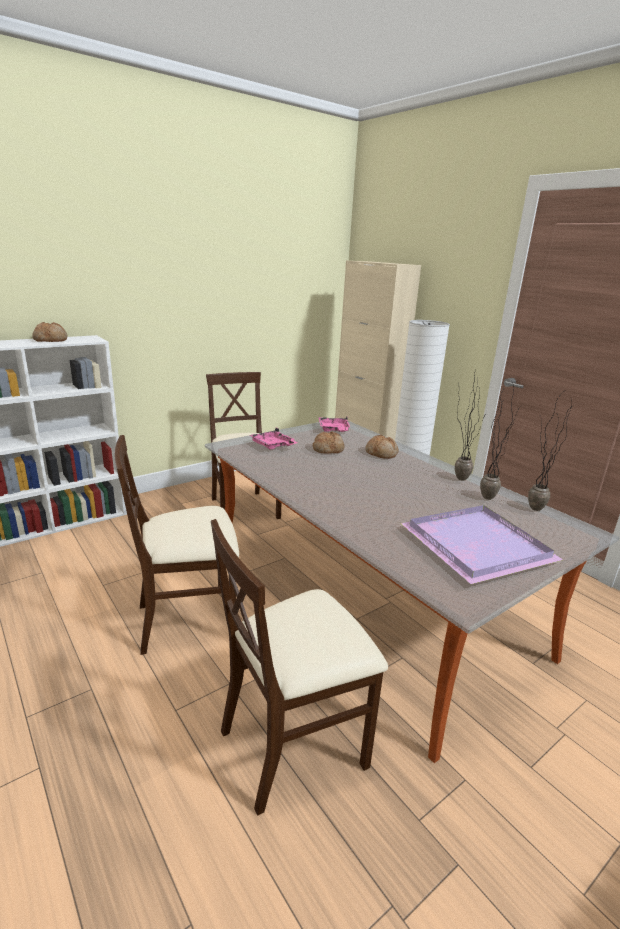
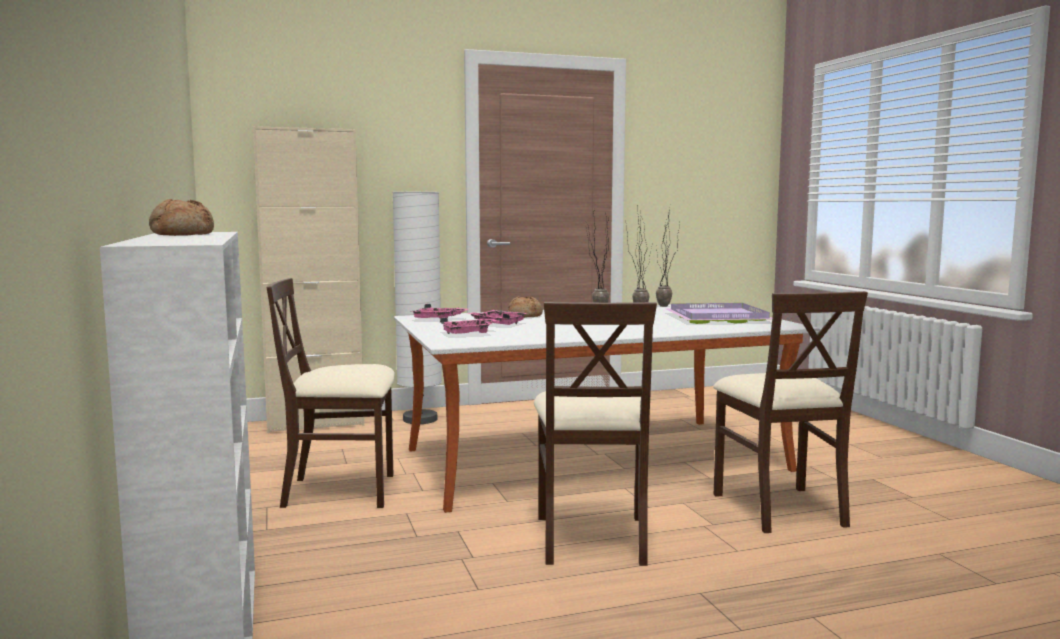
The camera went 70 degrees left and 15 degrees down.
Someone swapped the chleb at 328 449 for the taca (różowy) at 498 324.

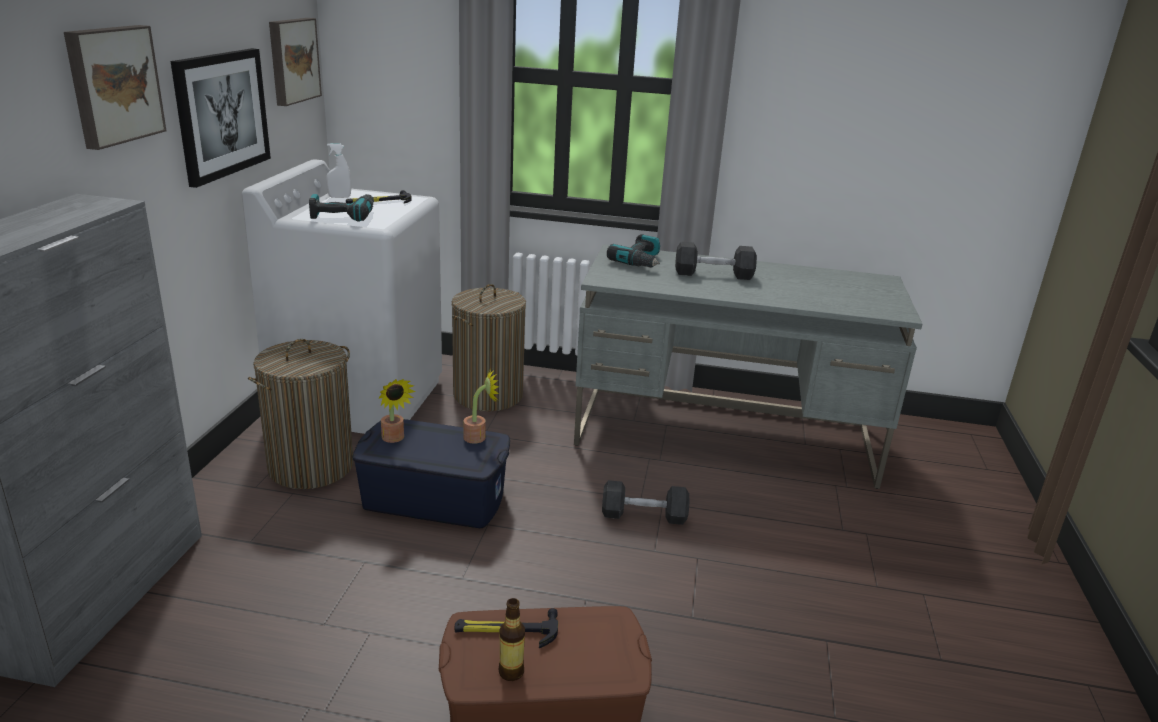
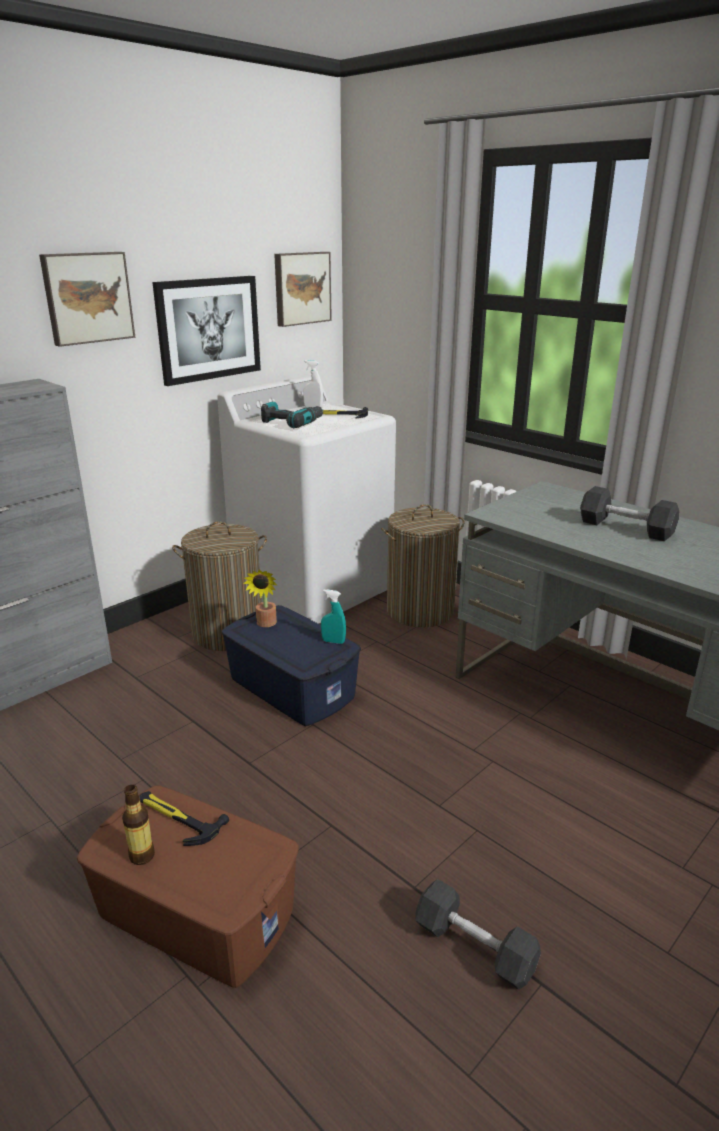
The camera went 35 degrees right and 0 degrees up.
Someone took away the wiertarka at 640 261.
Someone swapped the roślina doniczkowa at 479 437 for the spryskiwacz (turkusowy) at 333 641.
Someone carried the hantel (szary) from 644 515 to 474 947.

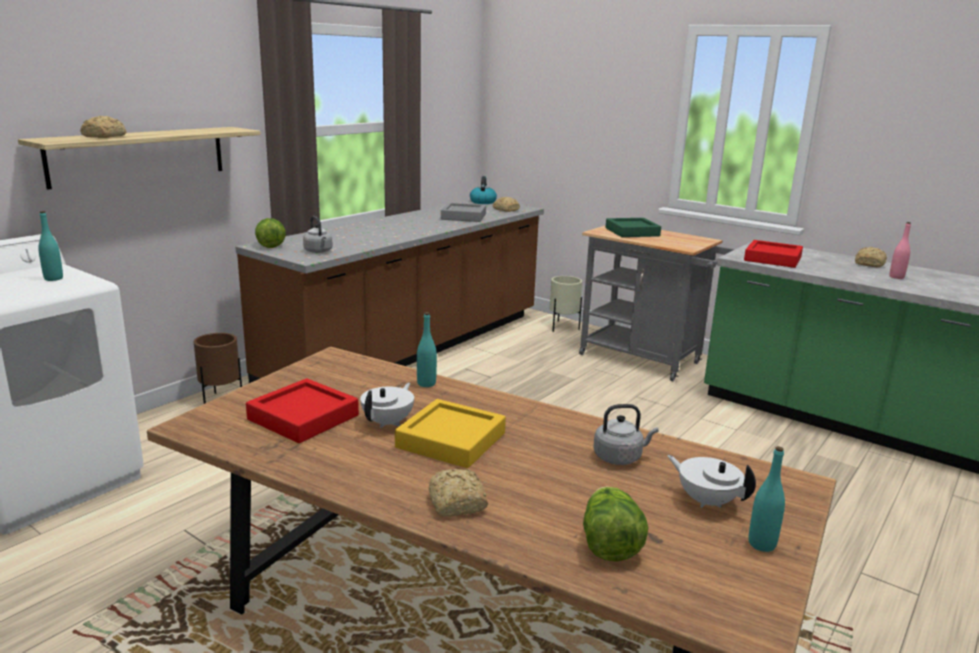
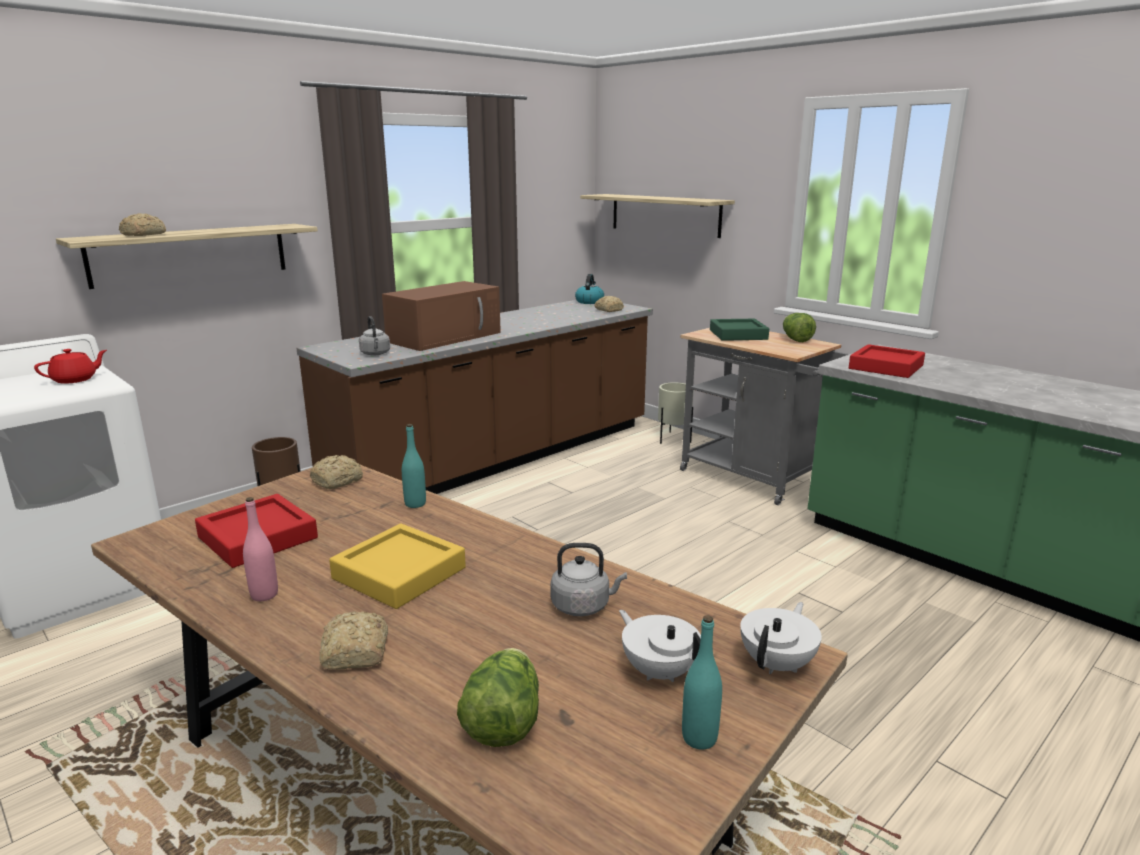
The camera went 10 degrees right and 0 degrees up.
Someone took away the taca (szary) at 463 217.
Someone swapped the butelka (turkusowy) at 53 278 for the imbryk (czerwony) at 75 380.
Someone carried the sałata from 270 245 to 795 339.
Someone carried the butelka (różowy) from 896 277 to 264 595.
Someone carried the chleb from 870 264 to 338 481.
Someone carried the imbryk (biały) from 388 422 to 778 664.
Someone put up the półka at 664 215.
Someone put down the mikrofalówka (brązowy) at 445 337.

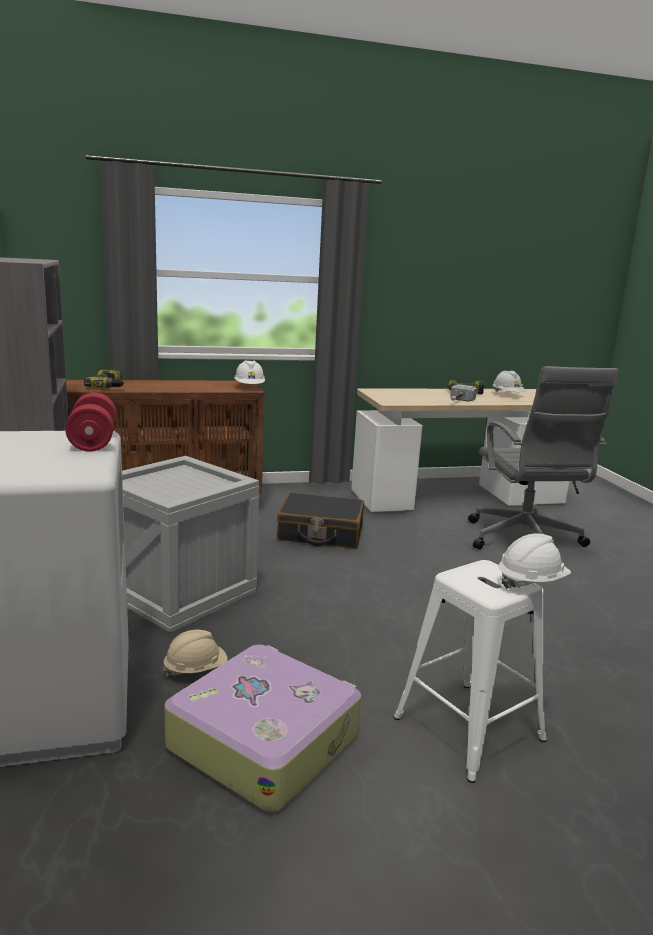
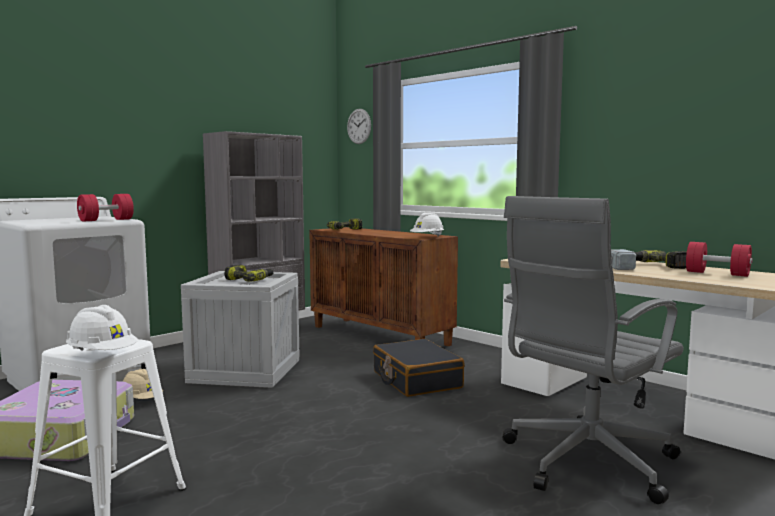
The camera went 60 degrees right and 10 degrees down.
Someone swapped the kask (biały) at 507 395 for the hantel (czerwony) at 717 273.
Someone put up the zegar ścienny at 359 126.
Someone put down the wiertarka at 249 280.

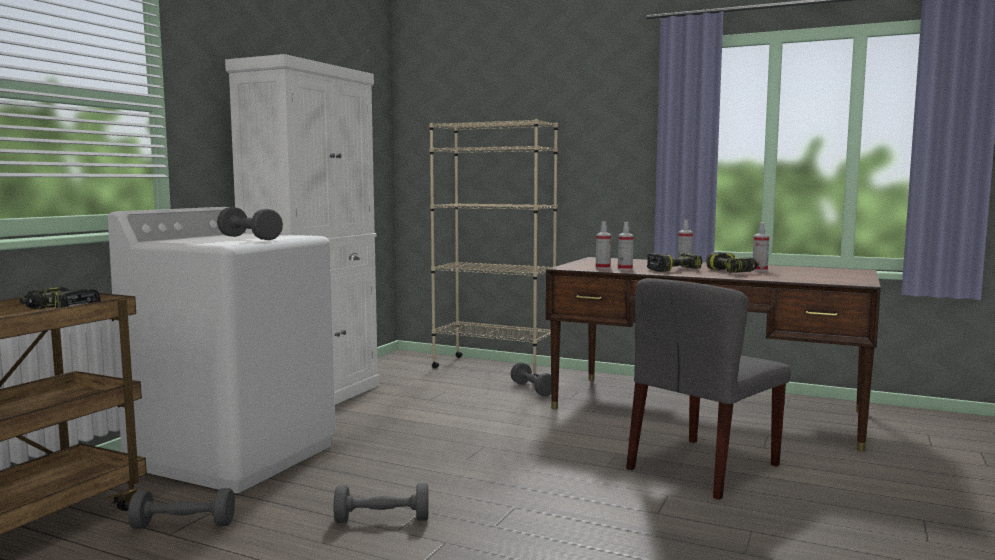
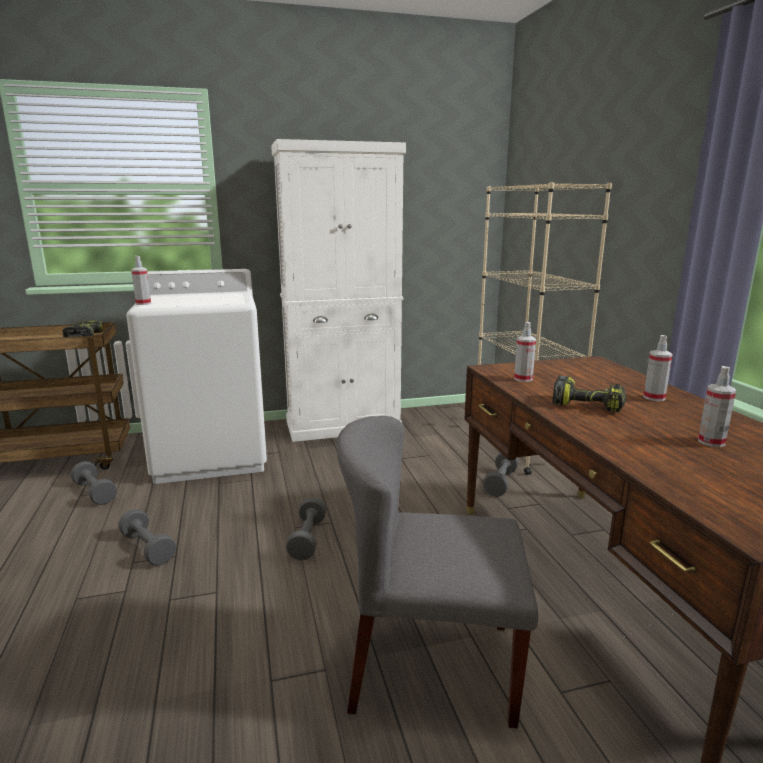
The camera went 50 degrees right and 10 degrees up.
Someone carried the hantel (szary) from 249 238 to 307 539.
Someone carried the spryskiwacz from 625 269 to 143 303.
Someone took away the wiertarka at 732 271.

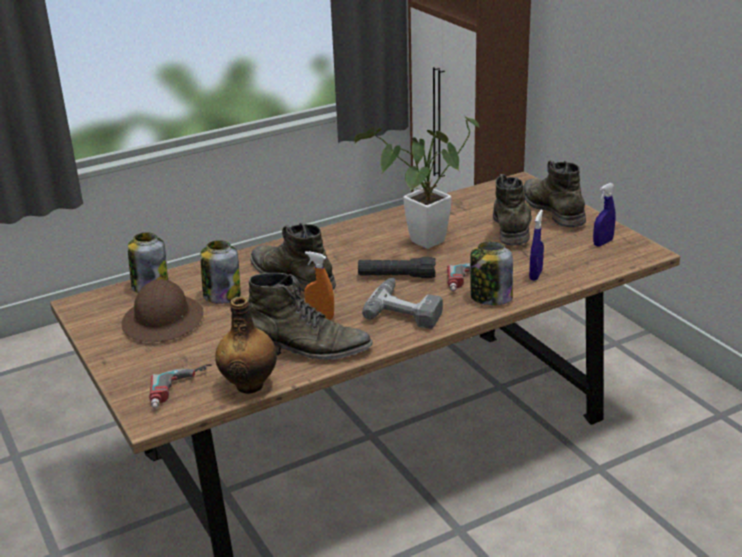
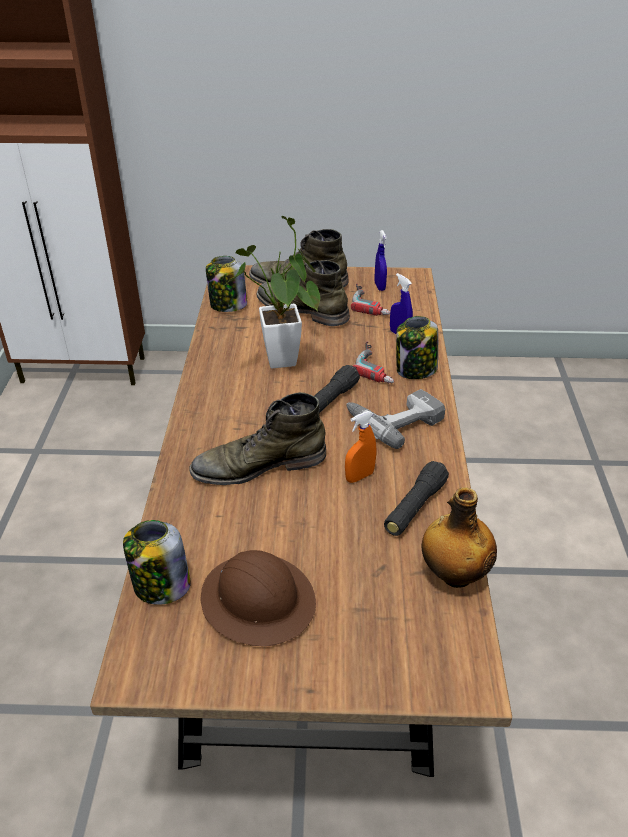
The camera went 60 degrees left and 10 degrees up.
Someone carried the słoik from 222 295 to 227 305.
Someone swapped the but z cholewką (zielony) at 308 348 for the latarka (czarny) at 415 507.
Someone carried the wiertarka from 182 391 to 372 303.

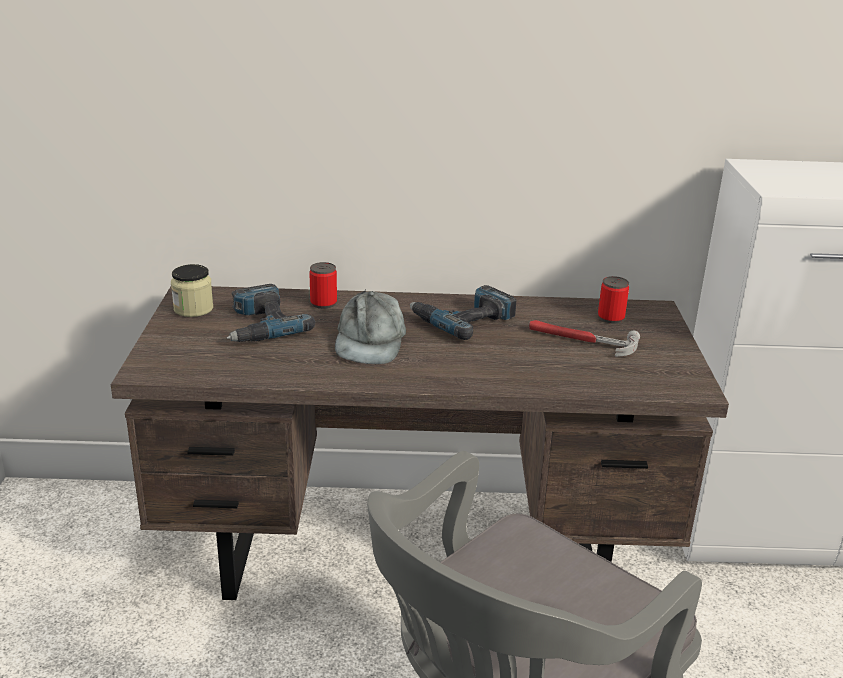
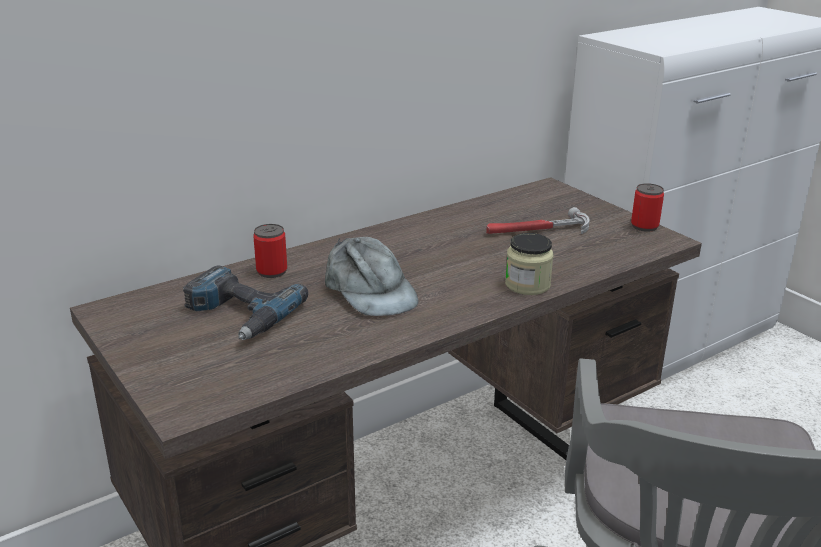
The camera went 35 degrees left and 0 degrees up.
Someone carried the słoik from 193 309 to 527 285.
Someone carried the puszka from 611 318 to 644 226.
Someone took away the wiertarka at 463 319.

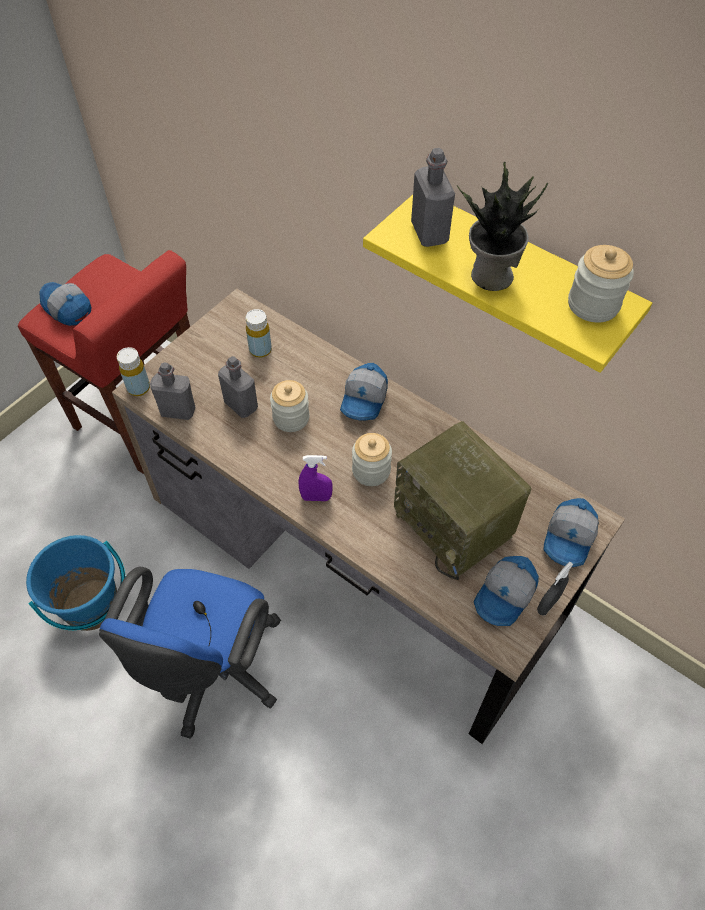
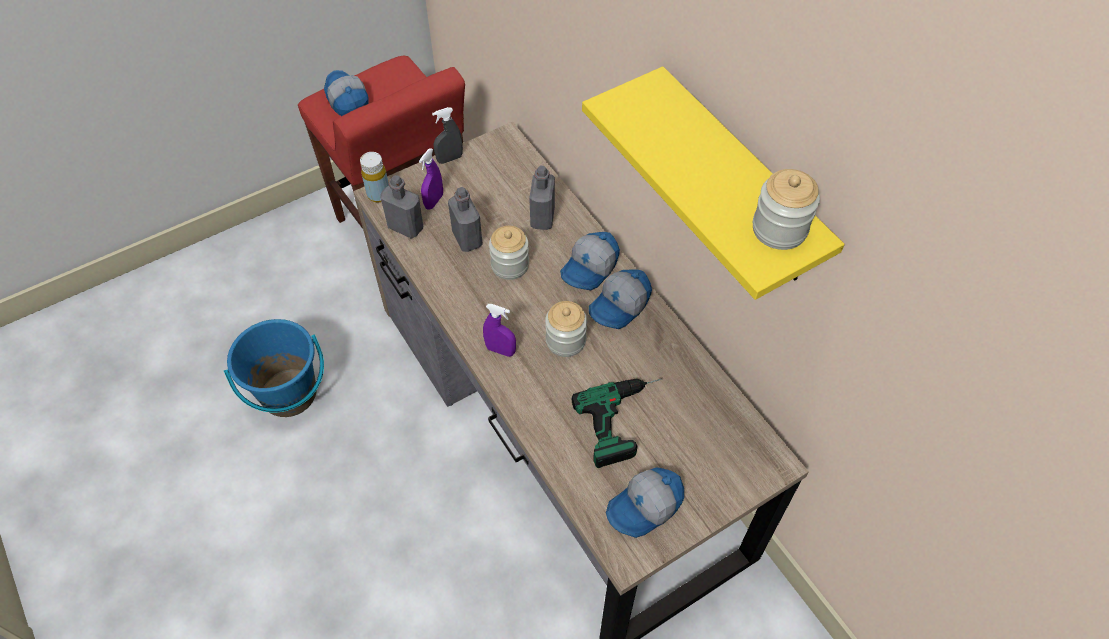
The camera went 20 degrees right and 0 degrees up.
Someone carried the butelka (szary) from 429 233 to 542 218.
Someone took away the roślina doniczkowa at 490 276.
Someone took away the butelka (żółty) at 260 350.
Someone swapped the radio at 455 525 for the wiertarka at 626 420.
Someone carried the czapka z daszkiem from 570 539 to 620 306.
Someone carried the spryskiwacz (szary) from 548 604 to 449 159.
Someone took away the krzesło biurowe (niebieski) at 212 672.
Someone put down the spryskiwacz (fioletowy) at 434 201.

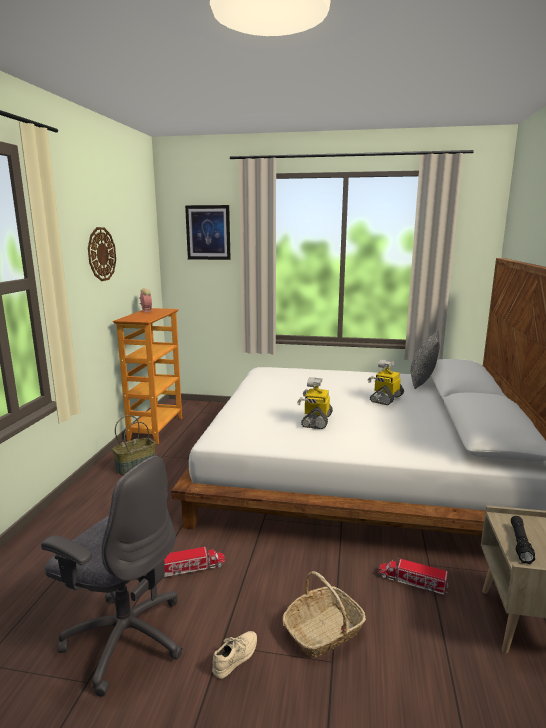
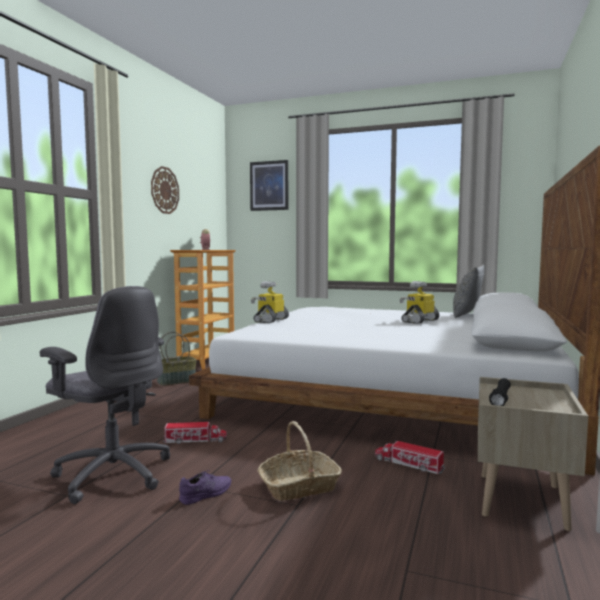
The camera went 10 degrees right and 10 degrees down.
Someone carried the robot zabawkowy from 316 420 to 270 320.
Someone repainted the but (beżowy) at 236 657, which became the but (fioletowy) at 206 494.

